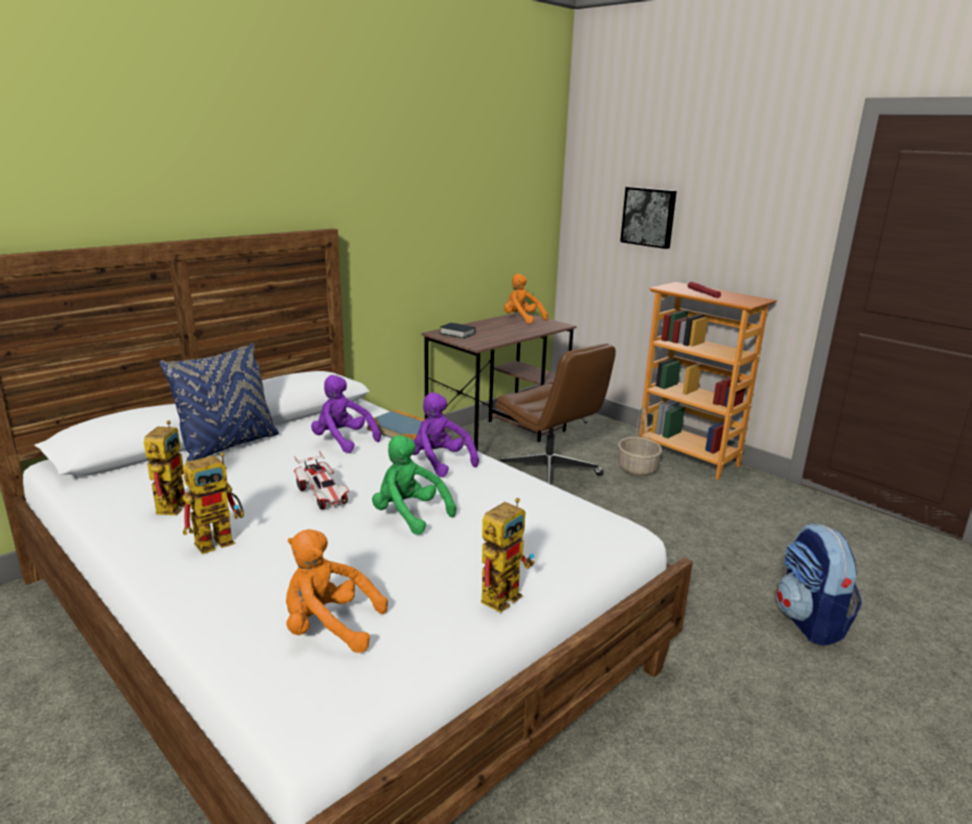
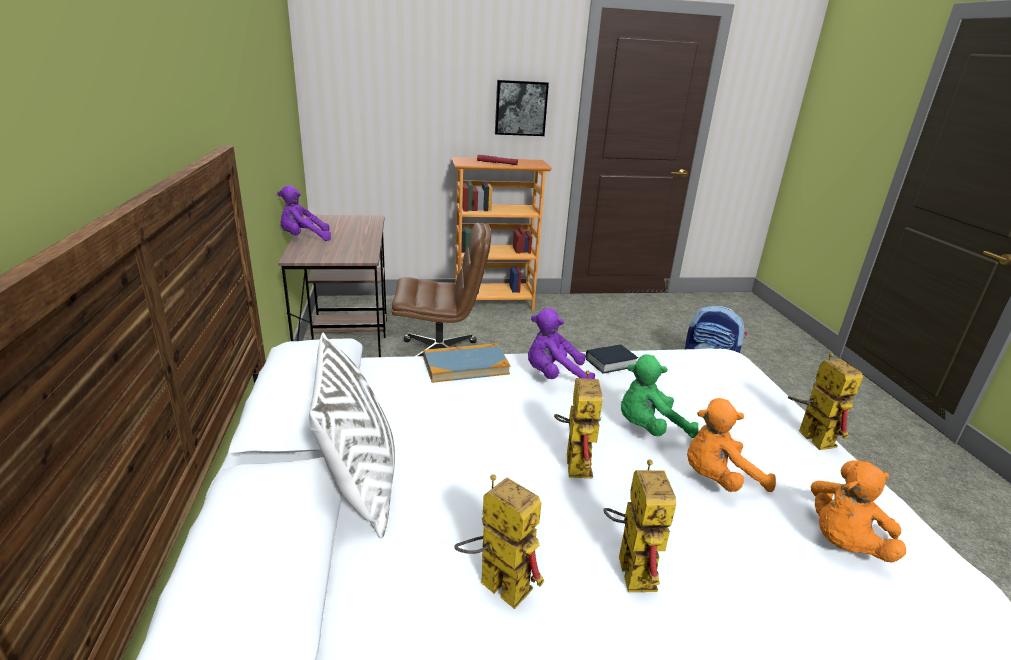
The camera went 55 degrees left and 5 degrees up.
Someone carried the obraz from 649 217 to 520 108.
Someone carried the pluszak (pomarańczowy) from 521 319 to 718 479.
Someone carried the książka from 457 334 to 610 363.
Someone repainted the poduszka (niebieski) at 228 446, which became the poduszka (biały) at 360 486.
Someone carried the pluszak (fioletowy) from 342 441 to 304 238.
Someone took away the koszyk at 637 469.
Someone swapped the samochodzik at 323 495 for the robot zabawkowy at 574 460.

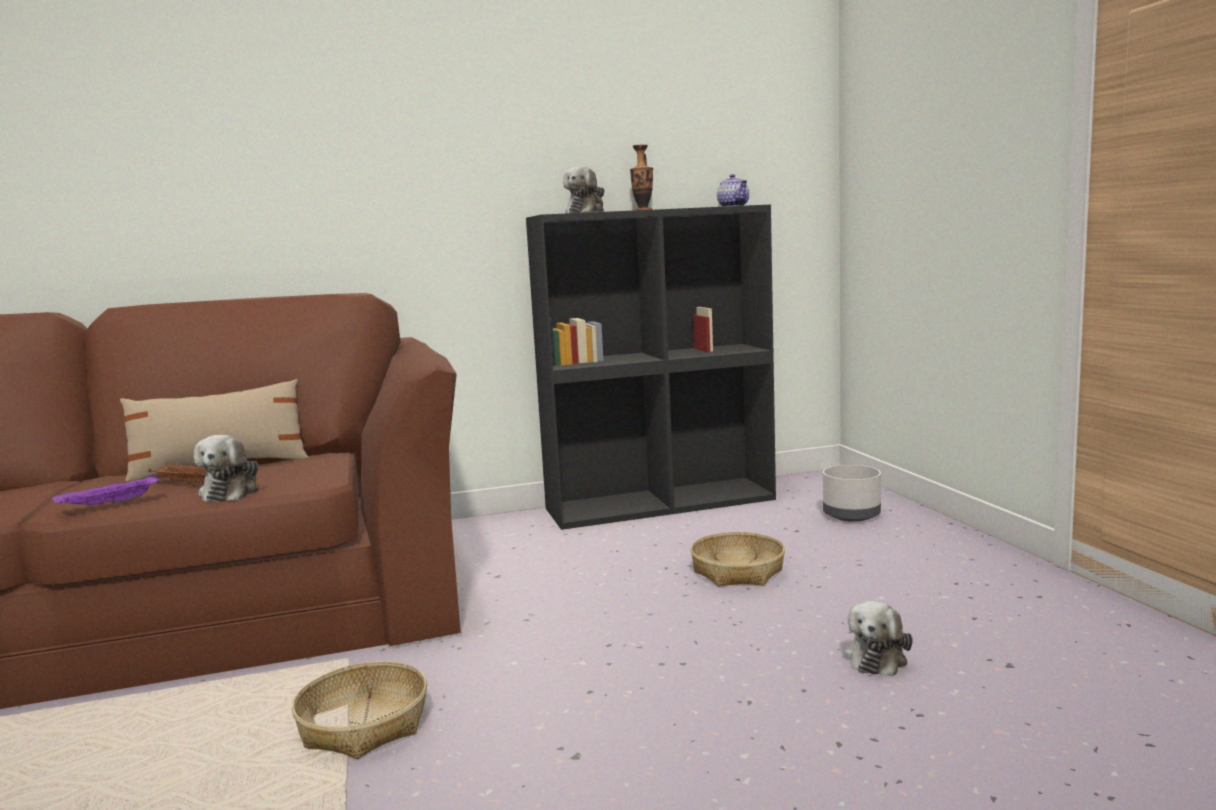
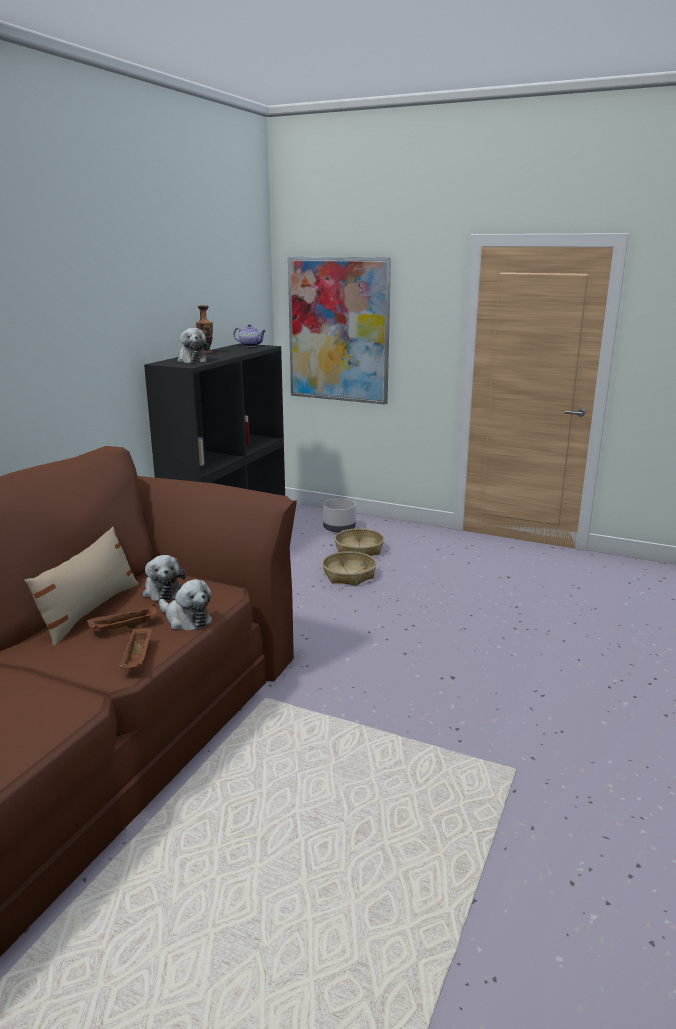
The camera went 50 degrees left and 10 degrees up.
Someone repainted the taca (fioletowy) at 109 506, which became the taca (brązowy) at 138 658.
Someone carried the pluszak from 876 657 to 162 590.
Someone carried the koszyk from 363 725 to 359 550.
Someone put up the obraz at 338 330.

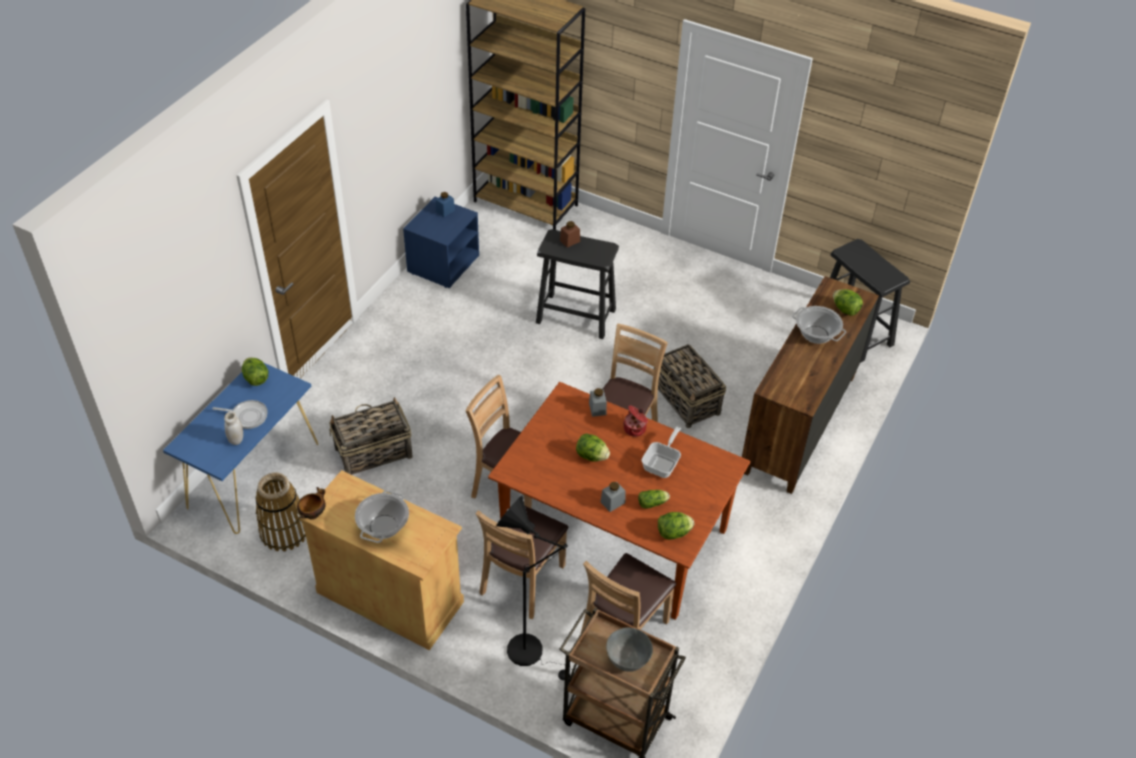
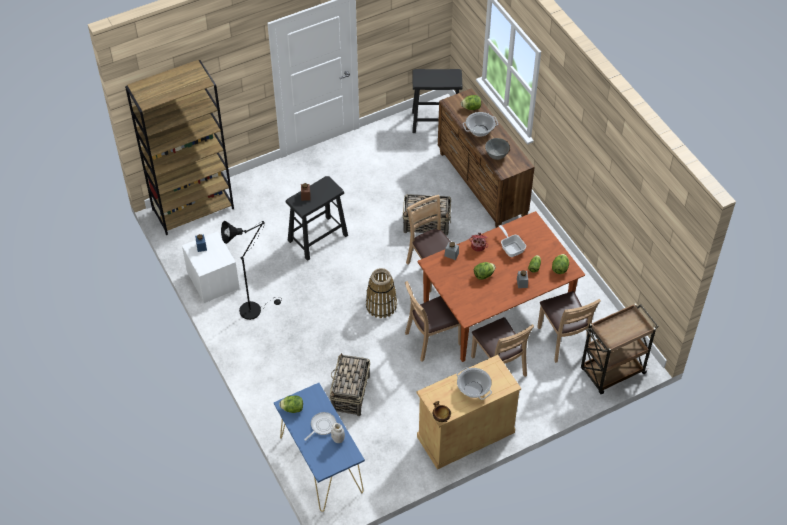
The camera went 55 degrees left and 5 degrees up.
Someone repainted the szafka nocna (niebieski) at 443 263, which became the szafka nocna (biały) at 212 280.
Someone carried the koszyk from 284 531 to 381 305.
Someone carried the lampa stojąca (czarny) from 531 653 to 254 308.
Someone carried the miska (szary) from 628 660 to 496 155.

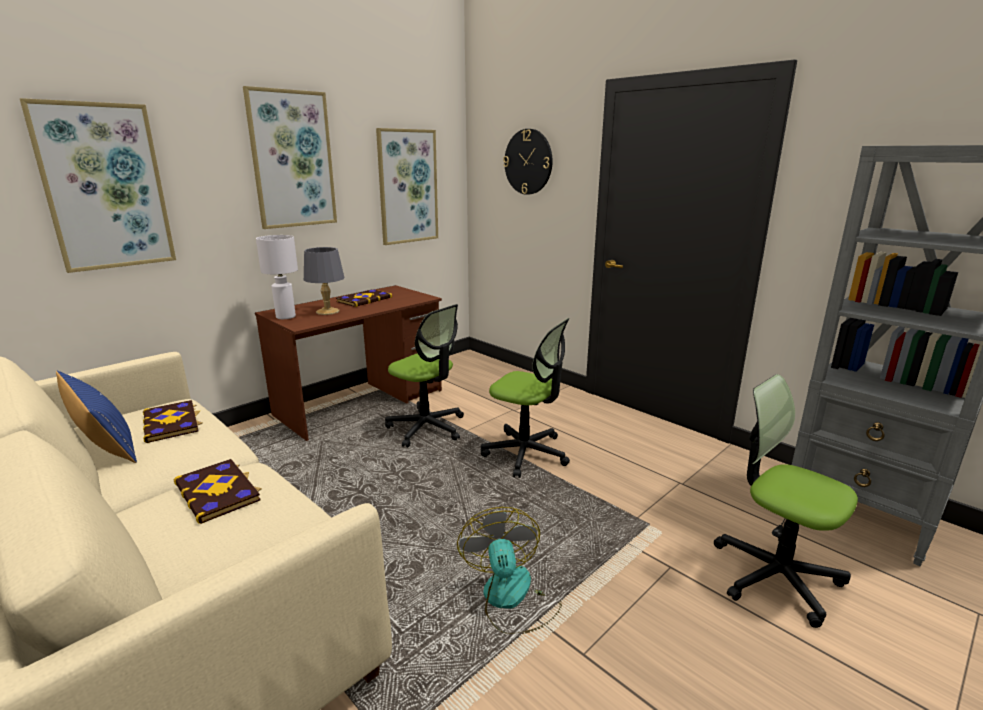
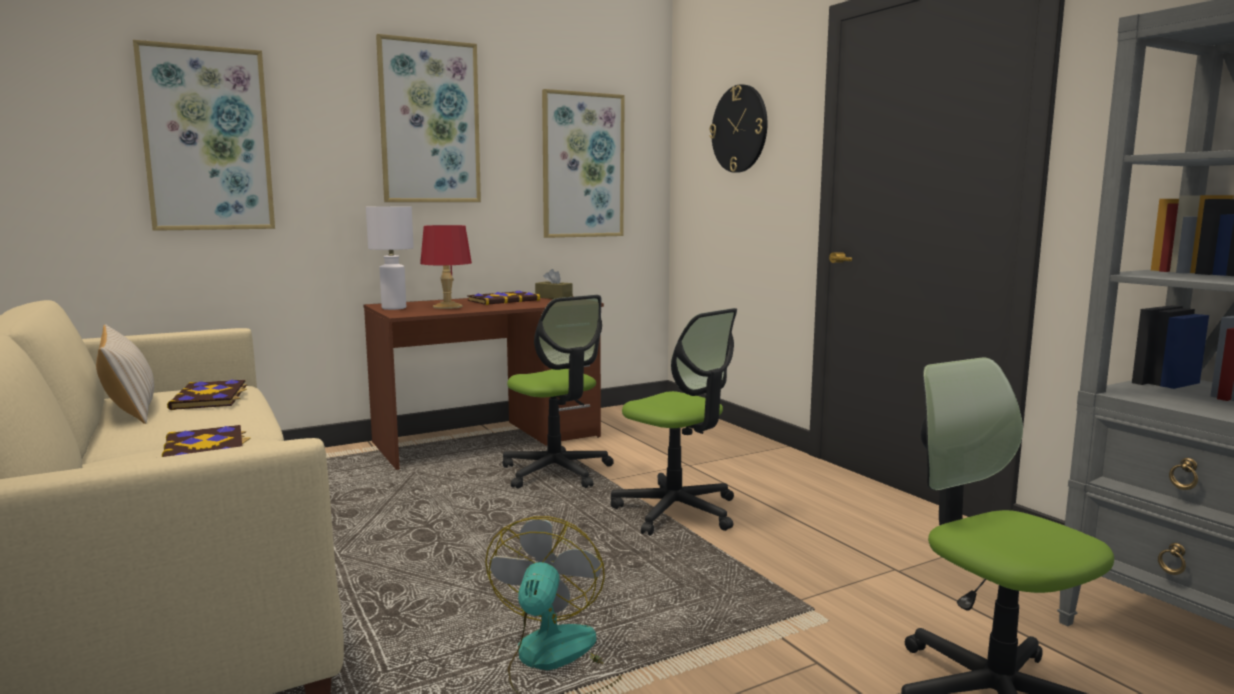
The camera went 15 degrees right and 10 degrees down.
Someone repainted the lampa stołowa (szary) at 327 311, which became the lampa stołowa (czerwony) at 447 307.
Someone repainted the poduszka (niebieski) at 103 441, which became the poduszka (beżowy) at 129 406.
Someone put down the pudełko chusteczek (brązowy) at 554 297.

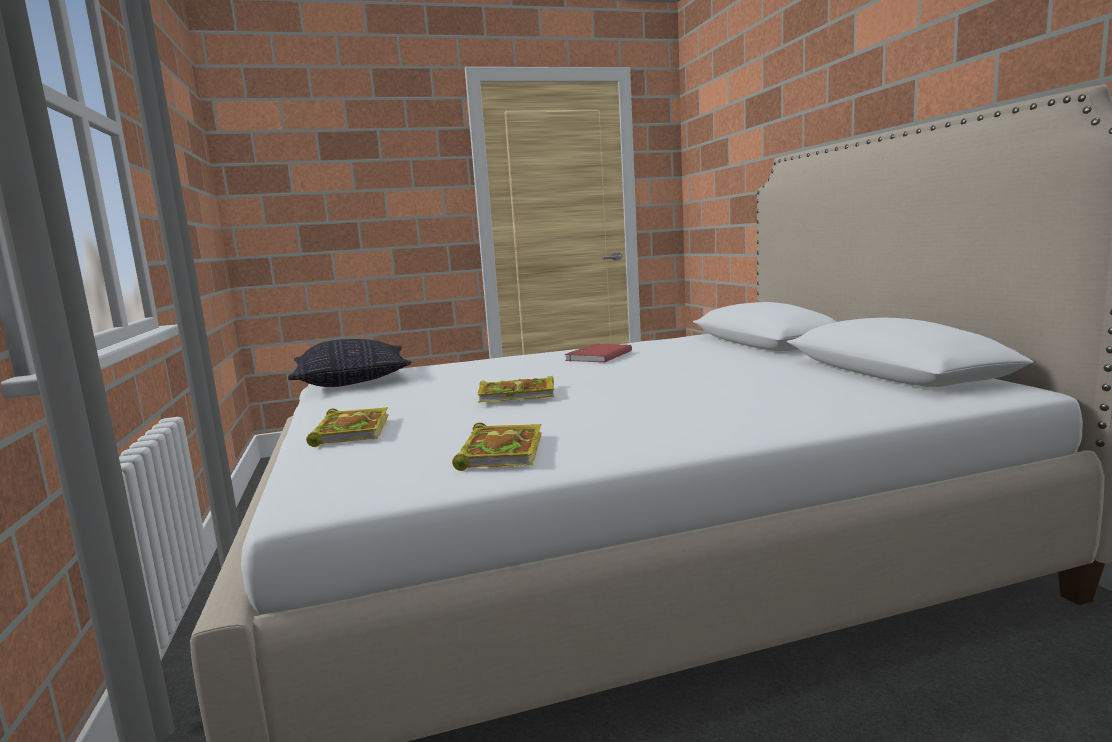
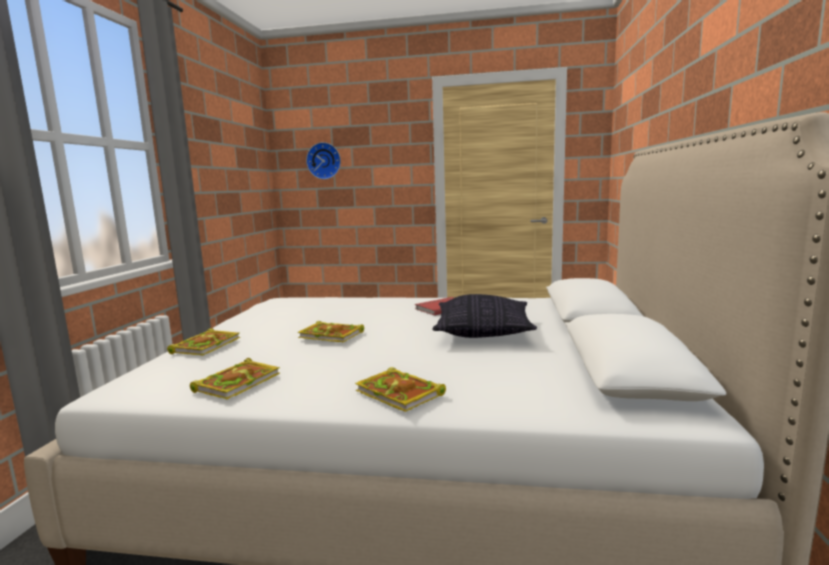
The camera went 25 degrees right and 0 degrees up.
Someone carried the poduszka from 352 381 to 483 332.
Someone put up the zegar ścienny at 324 161.
Someone put down the książka at 401 393.

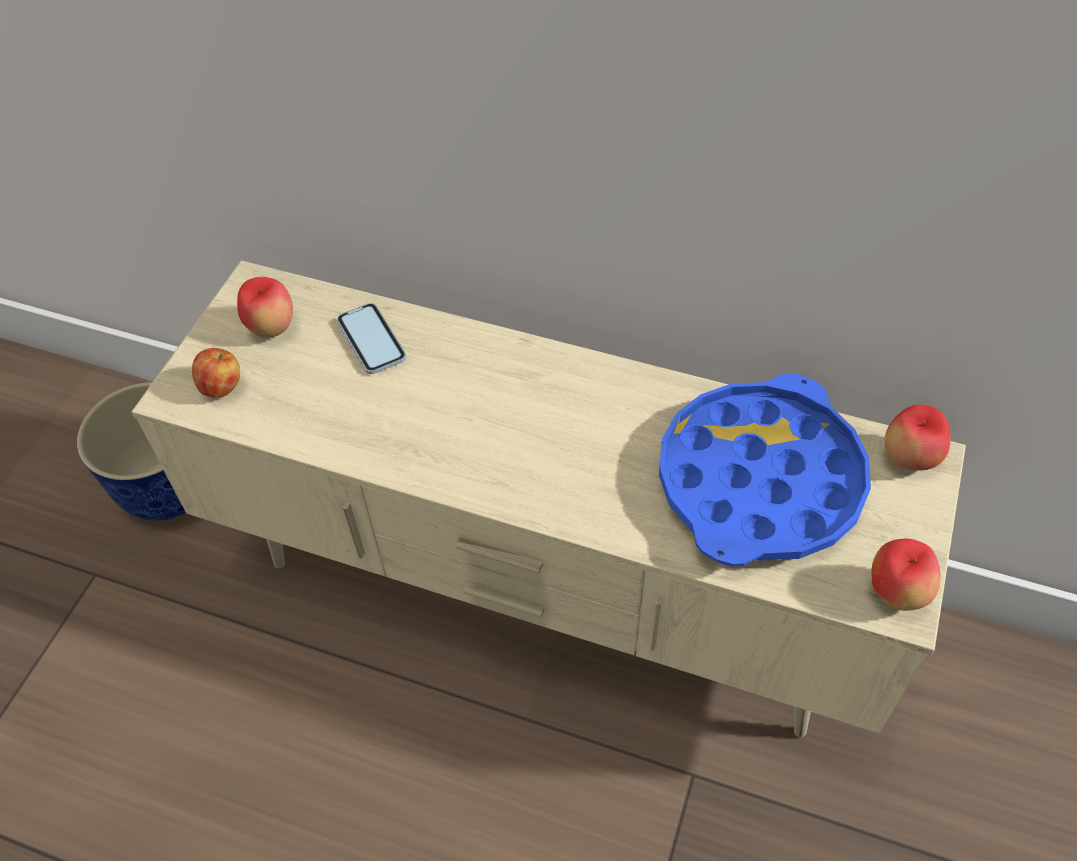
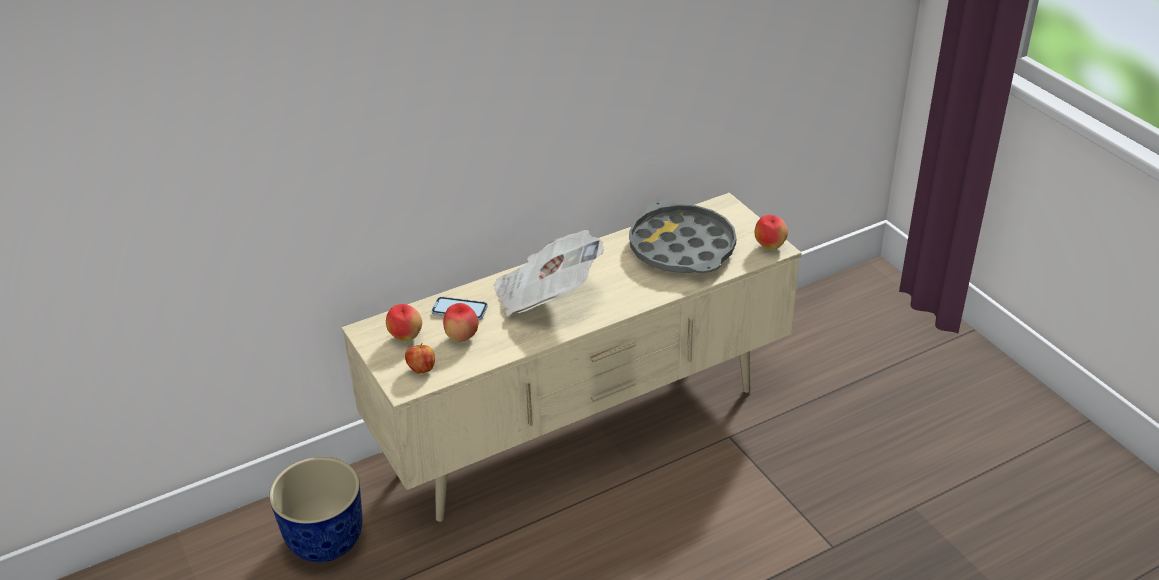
The camera went 50 degrees left and 15 degrees down.
Someone repainted the taca (niebieski) at 759 481, which became the taca (szary) at 681 248.
Someone carried the jabłko from 909 459 to 462 337.
Someone put down the gazeta at 546 296.

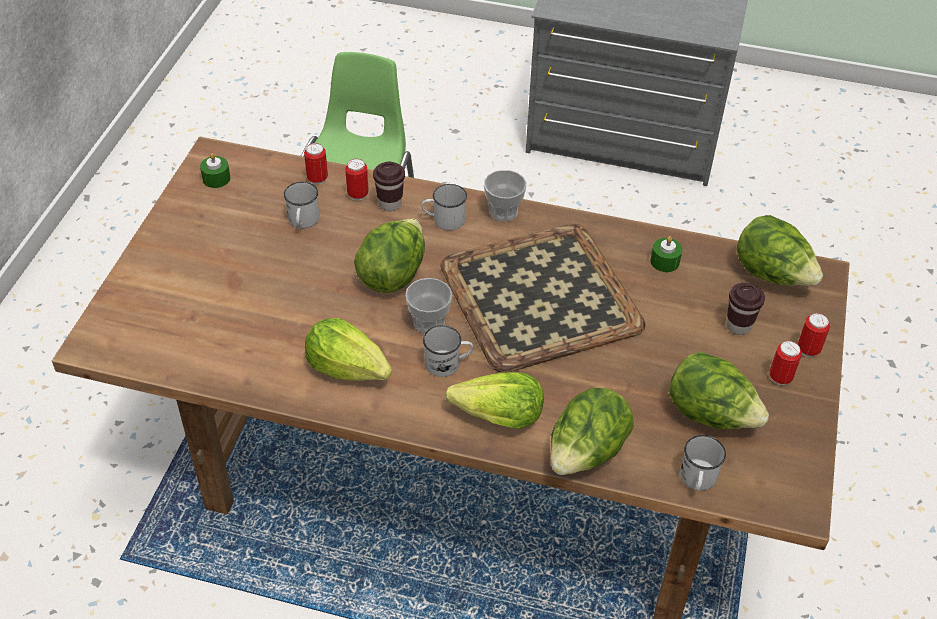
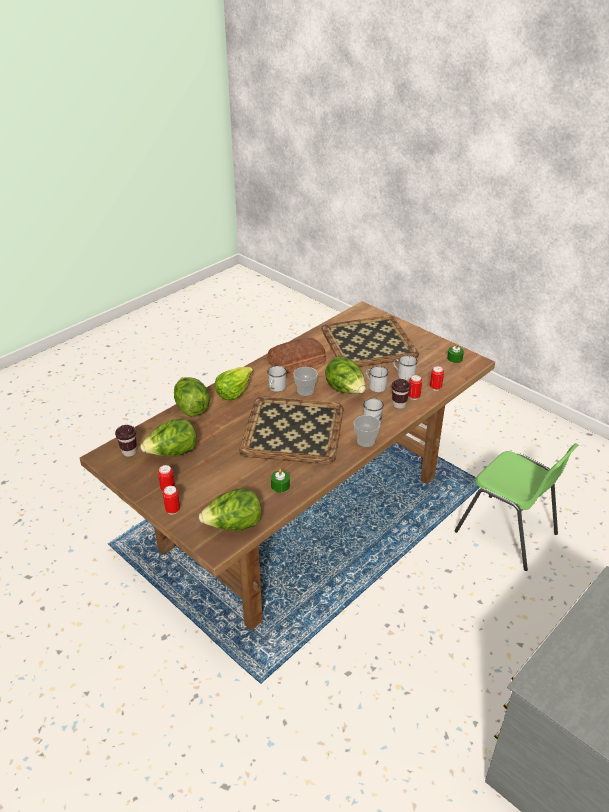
The camera went 120 degrees right and 10 degrees down.
Someone carried the filiżanka (brązowy) from 738 326 to 129 452.
Someone swapped the sałata at 348 367 for the chleb at 297 362.
Someone carried the kubek (biały) from 697 480 to 375 386.
Someone put down the taca at 369 341.

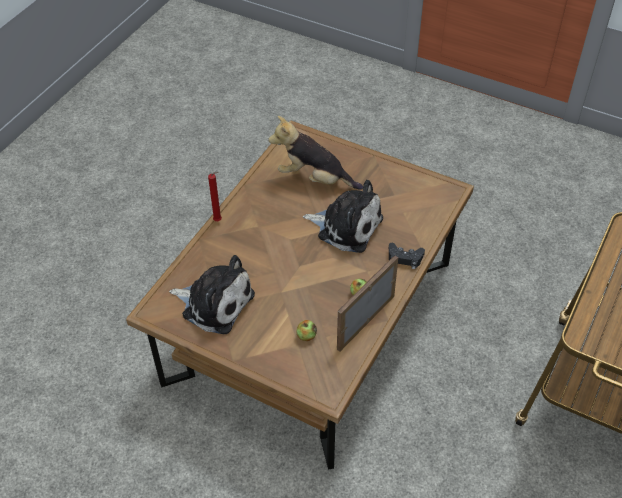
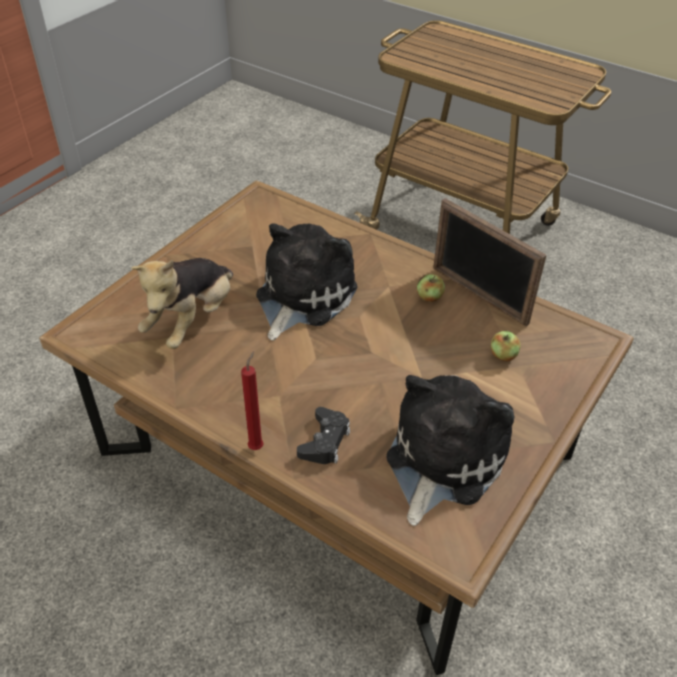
The camera went 85 degrees left and 5 degrees down.
Someone carried the pad do gier (czarny) from 404 258 to 325 441.

